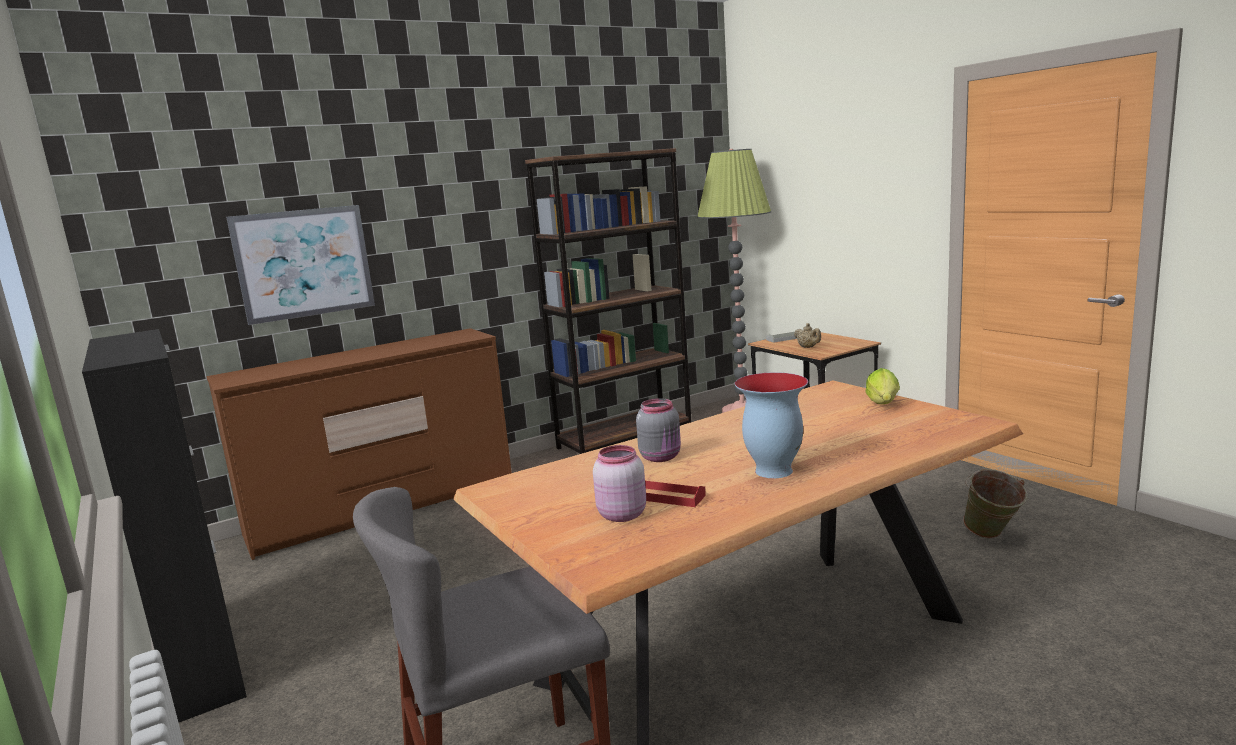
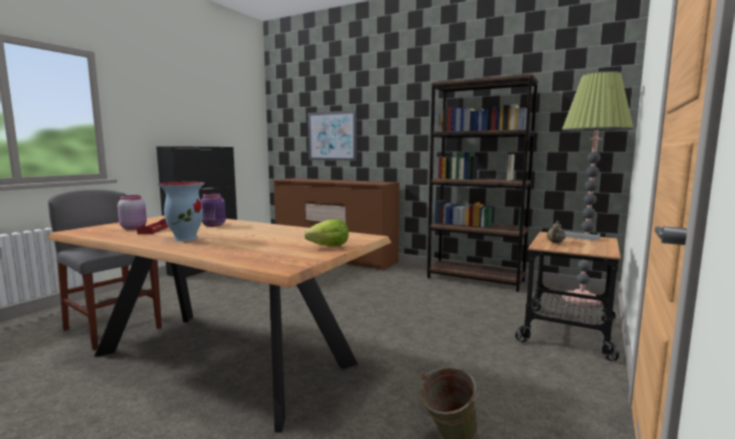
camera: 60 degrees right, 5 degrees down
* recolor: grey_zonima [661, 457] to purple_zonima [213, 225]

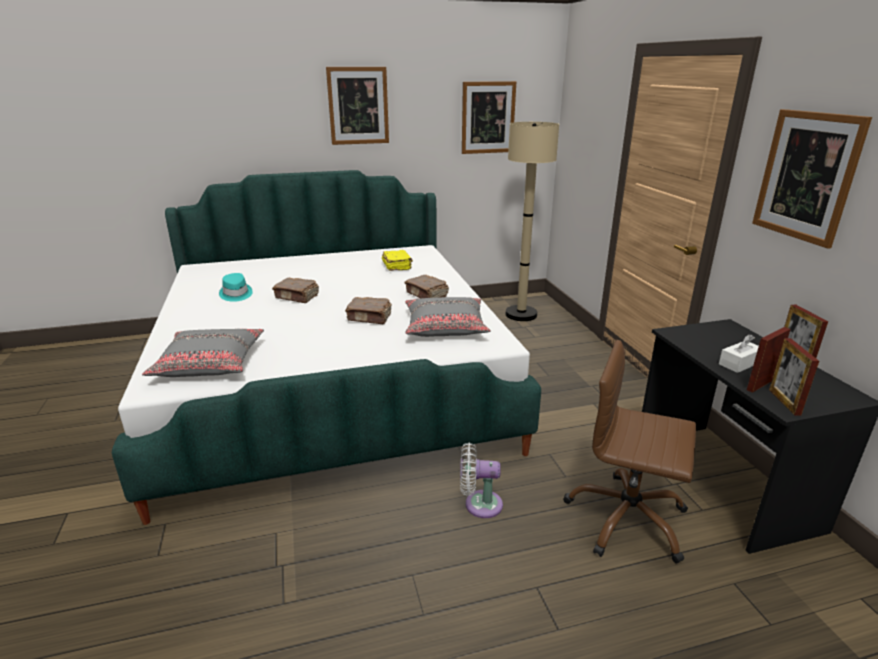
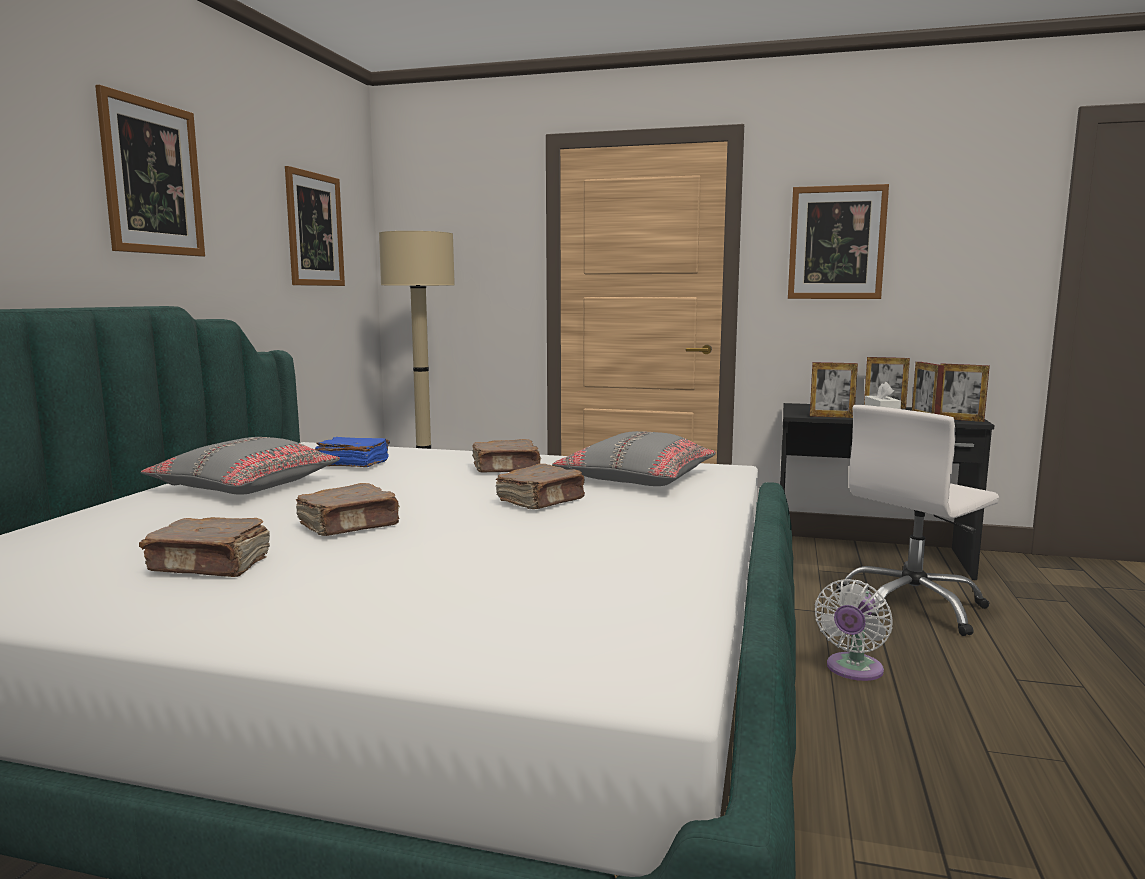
camera: 60 degrees left, 15 degrees down
* replace: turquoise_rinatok [236, 294] to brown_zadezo [210, 566]
* move: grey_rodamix [210, 363] to [246, 485]
* recolor: yellow_zadezo [397, 266] to blue_zadezo [352, 465]
* insert: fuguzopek [831, 416]
* recolor: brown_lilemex [626, 519] to white_lilemex [912, 607]

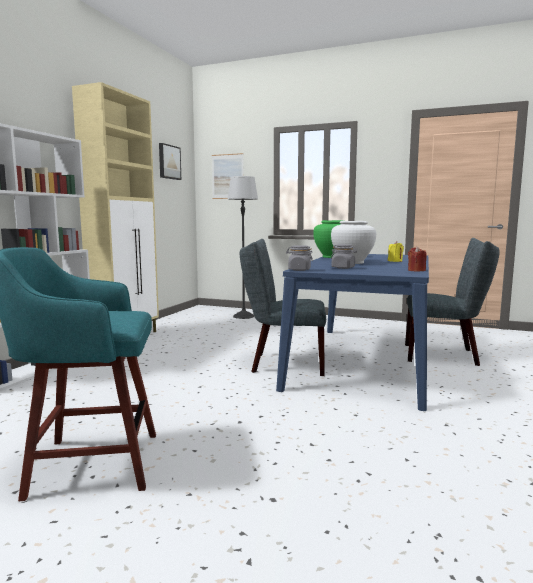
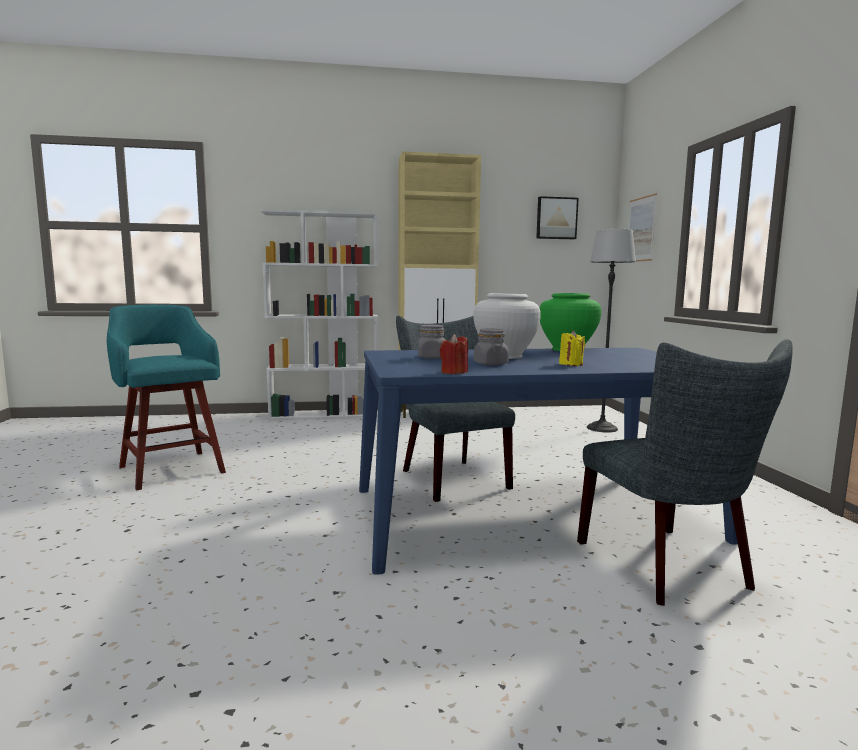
camera: 60 degrees right, 0 degrees up
* move: grey_zonima [299, 270] to [490, 364]

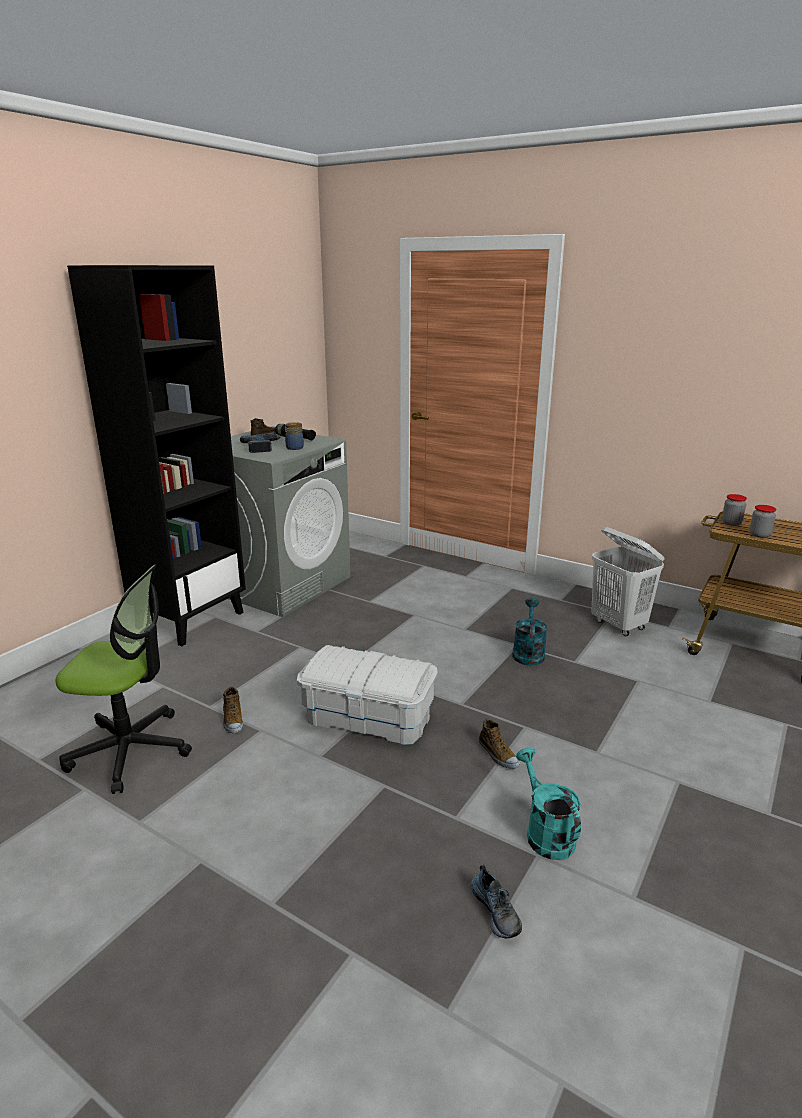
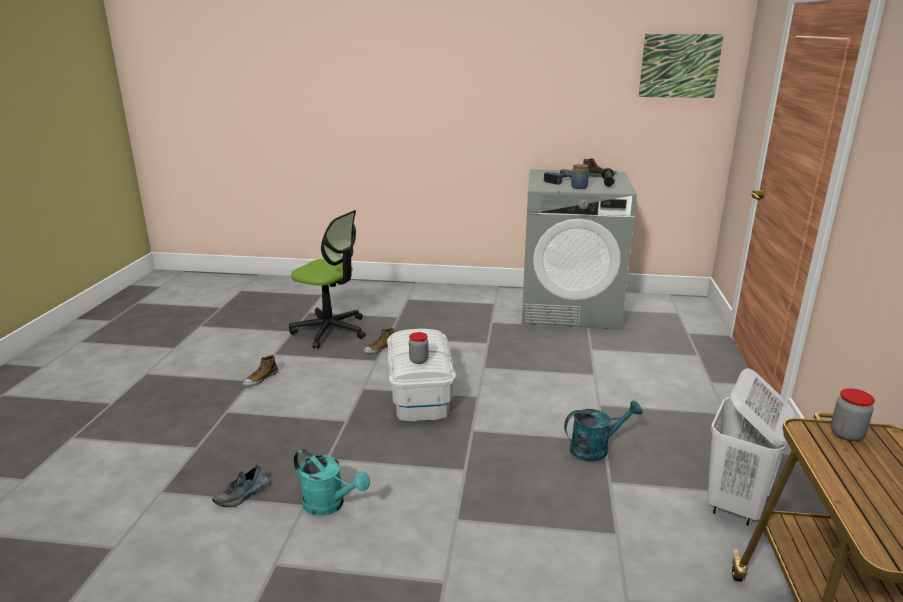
camera: 65 degrees right, 0 degrees up
* move: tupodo [497, 754] to [260, 379]
* rotate: lilemex [130, 750] = [330, 330] 45 degrees counterclockwise
* rotate: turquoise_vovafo [545, 832] = [330, 505] 75 degrees clockwise
* move: zonima [759, 535] to [418, 360]
* insert: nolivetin [679, 66]
* delete: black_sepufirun [190, 619]

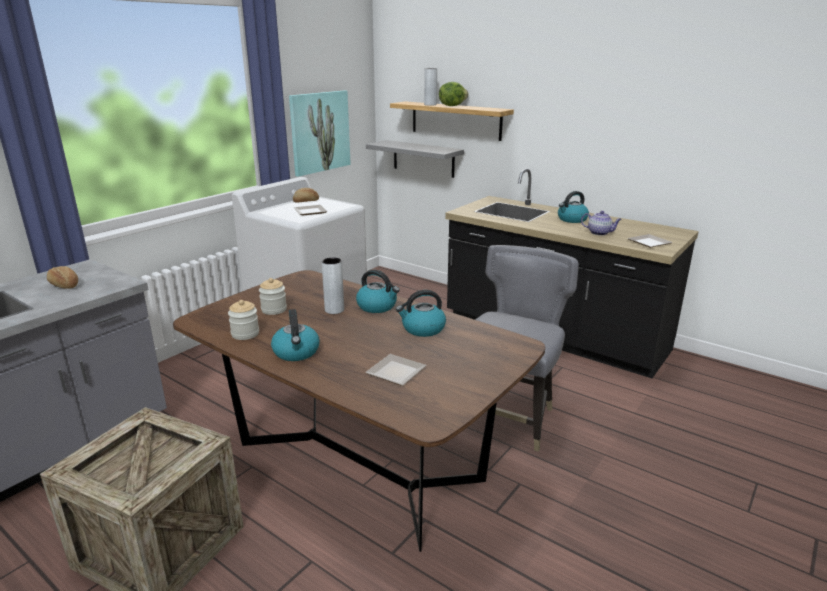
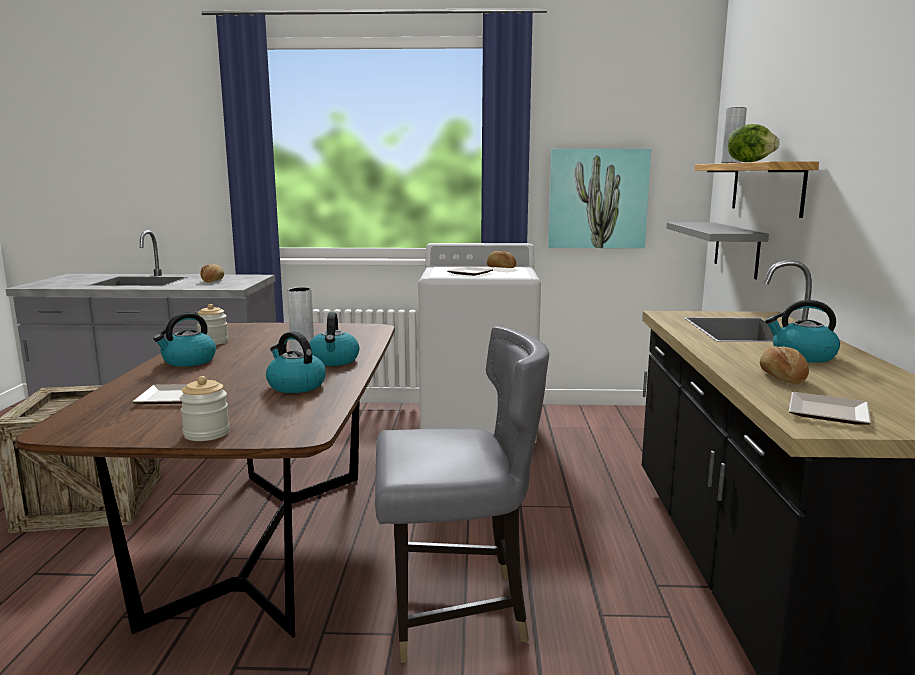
camera: 55 degrees right, 10 degrees down
* move: zonima [274, 310] to [206, 433]
* replace: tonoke [599, 233] to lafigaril [781, 378]

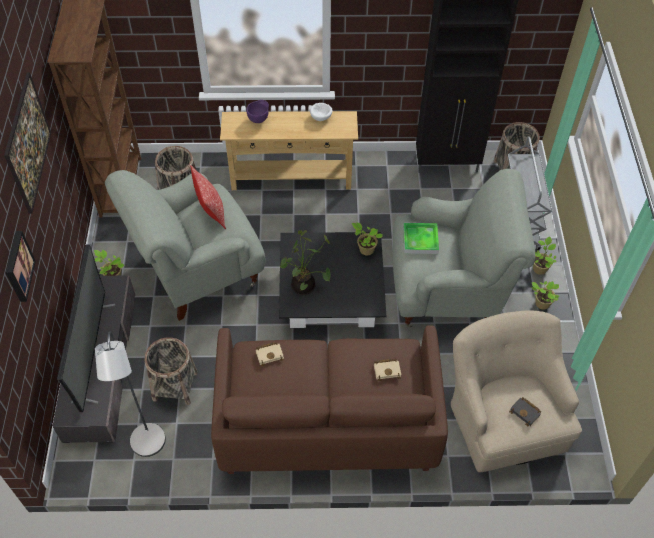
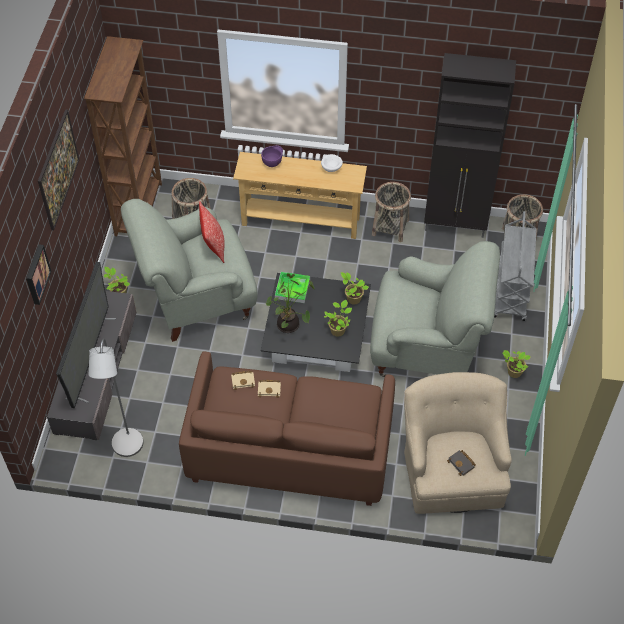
camera: 10 degrees right, 0 degrees up
* move: beige_zadezo [387, 370] to [270, 389]
* move: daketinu [420, 240] to [292, 289]
* move: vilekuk [539, 268] to [338, 330]
* move: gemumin [174, 386] to [390, 227]

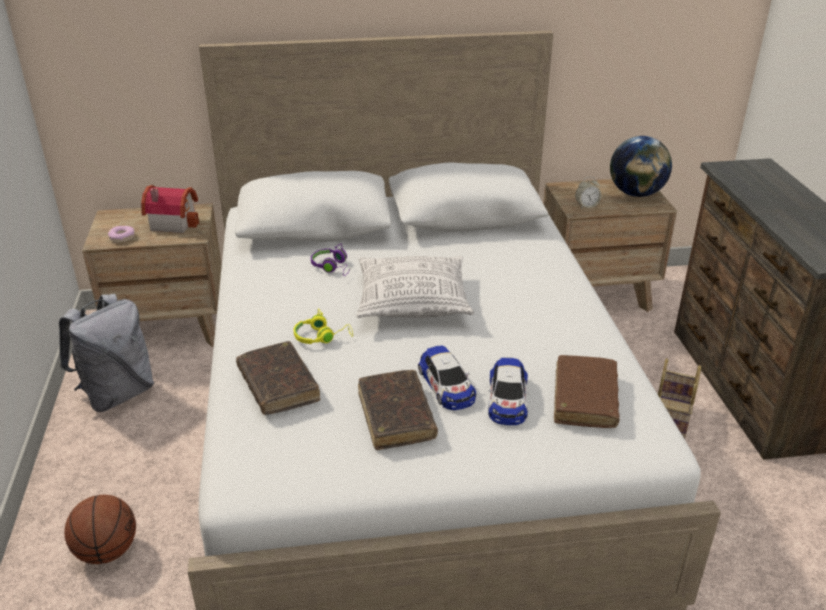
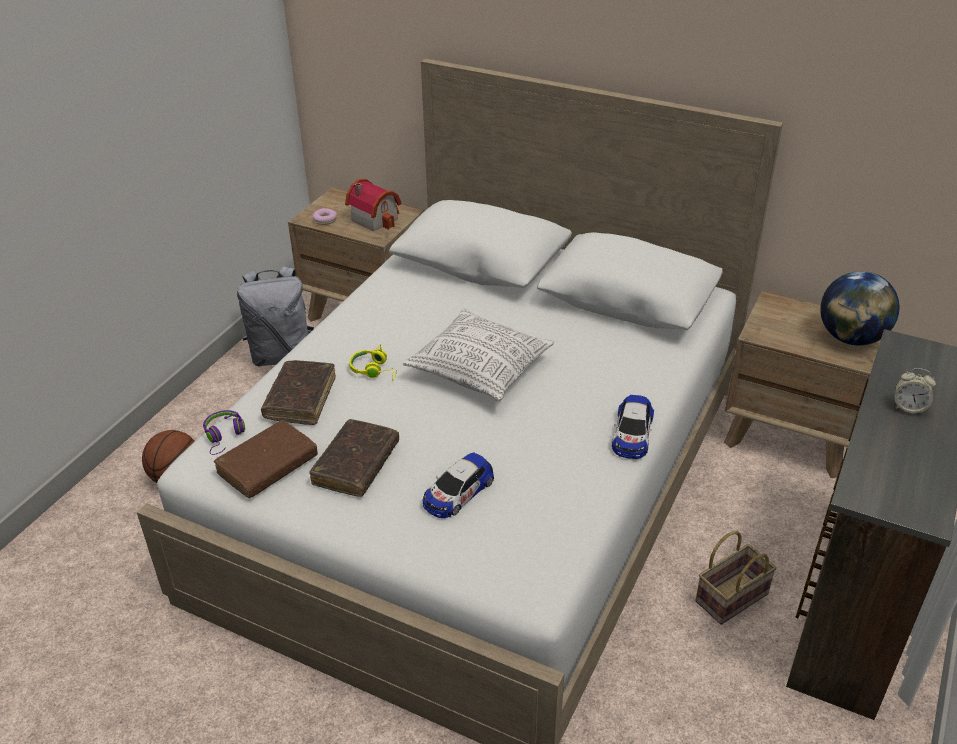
camera: 35 degrees right, 5 degrees up
* move: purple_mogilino [332, 267] to [224, 436]
* move: brown_zadezo [585, 399] to [268, 466]
* move: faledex [447, 385] to [632, 434]
* move: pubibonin [586, 206] to [909, 407]

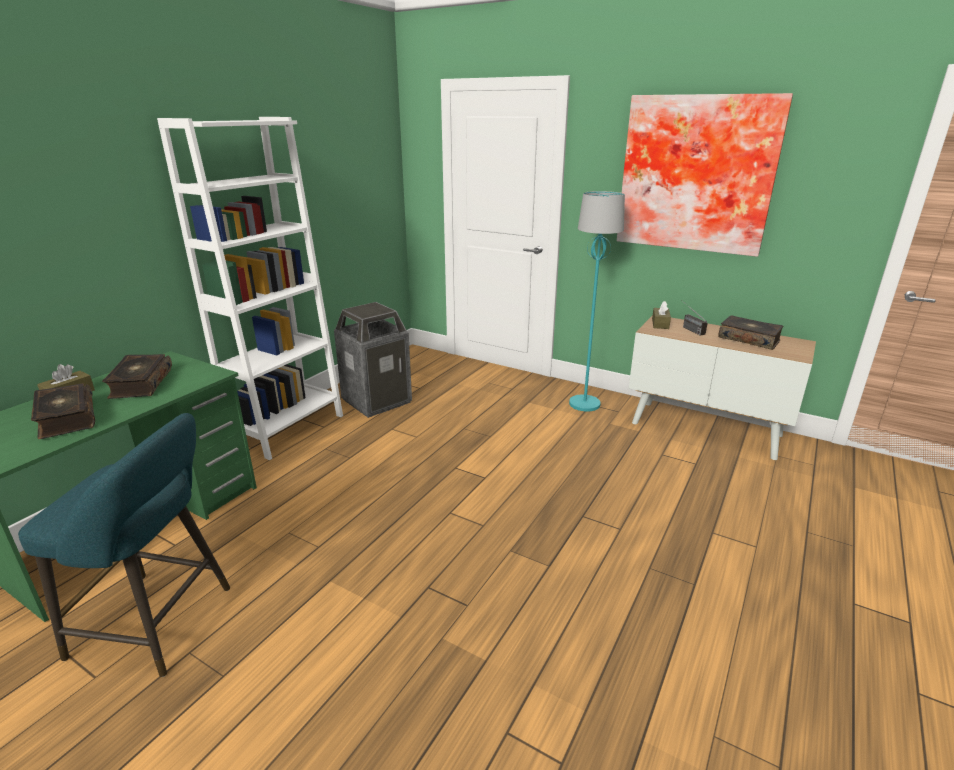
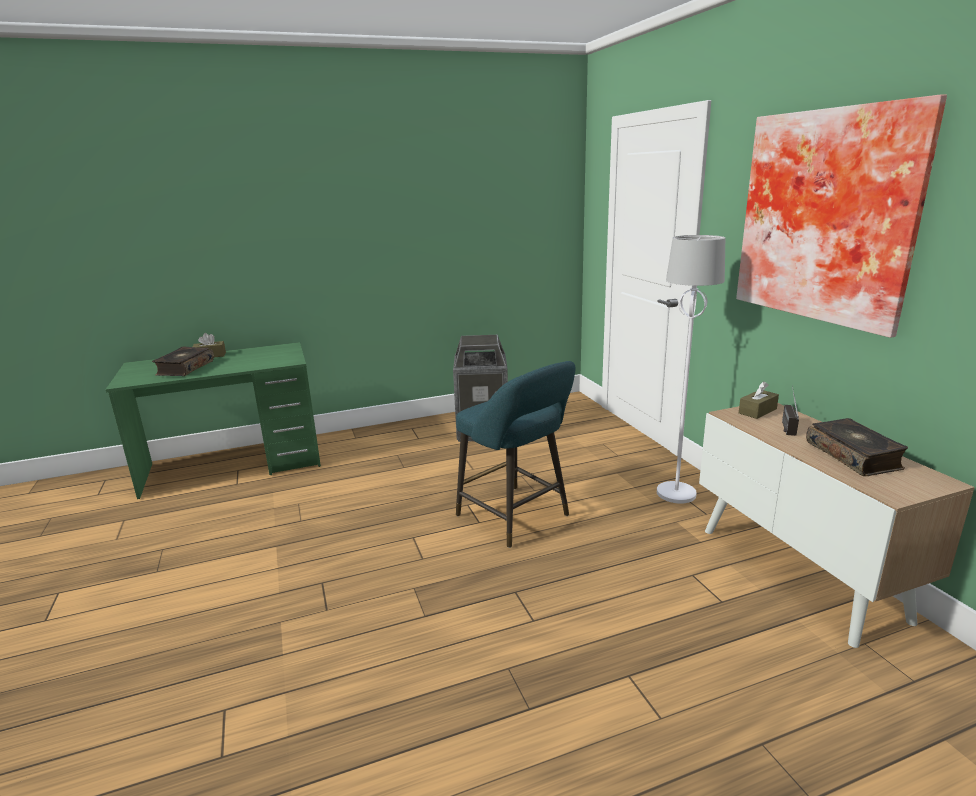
camera: 40 degrees right, 5 degrees down
* move: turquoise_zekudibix [160, 623] to [516, 518]
* recolor: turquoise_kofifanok [584, 404] to white_kofifanok [675, 493]
* delete: zadezo [140, 384]
* delete: white_sepufirun [288, 429]

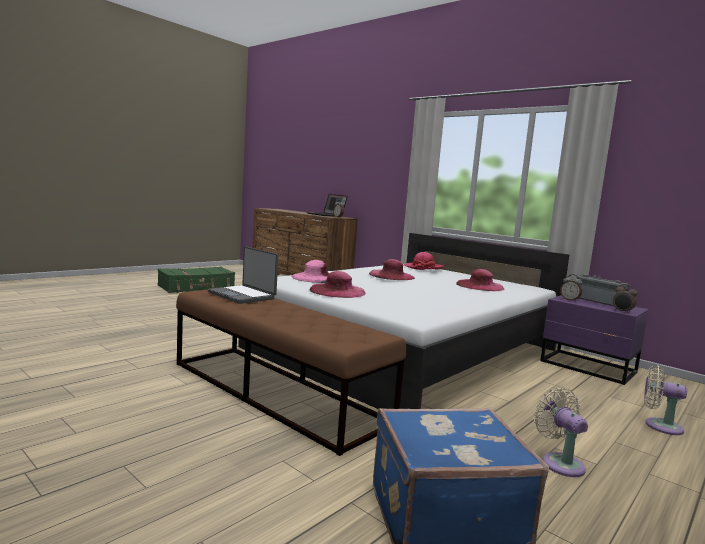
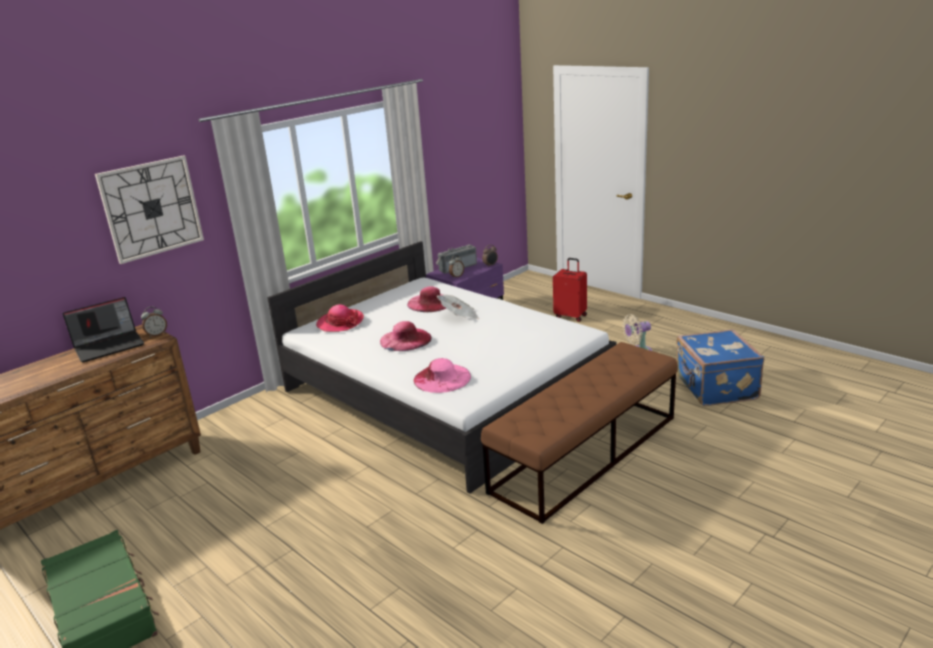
camera: 85 degrees left, 15 degrees up
* insert: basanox [151, 208]
* insert: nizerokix [459, 317]
* replace: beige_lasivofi [659, 425] to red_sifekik [571, 316]
* delete: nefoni [242, 295]
* delete: pink_rinatok [337, 291]

